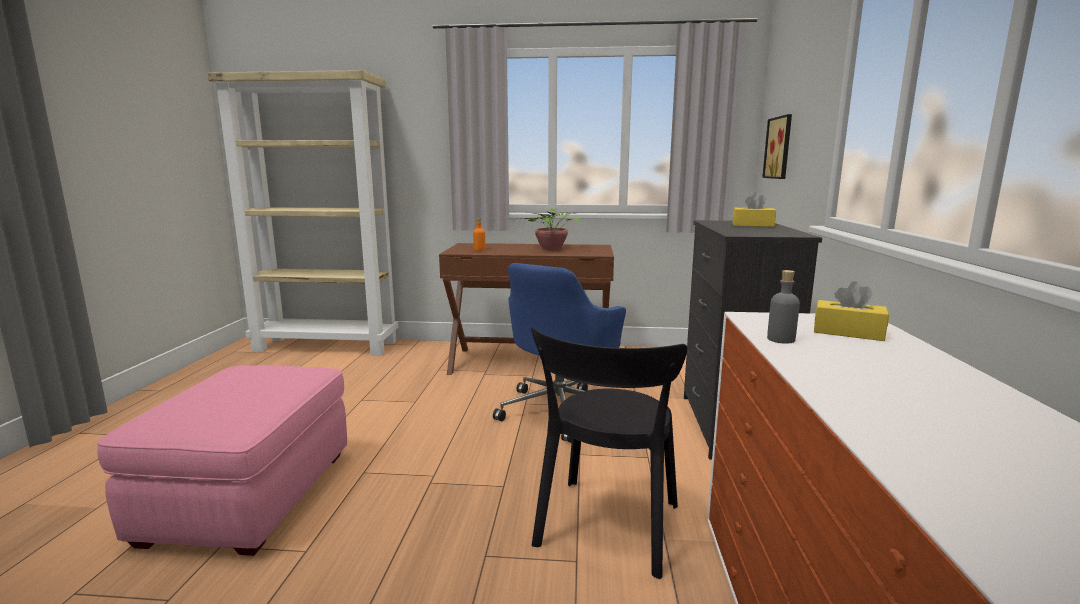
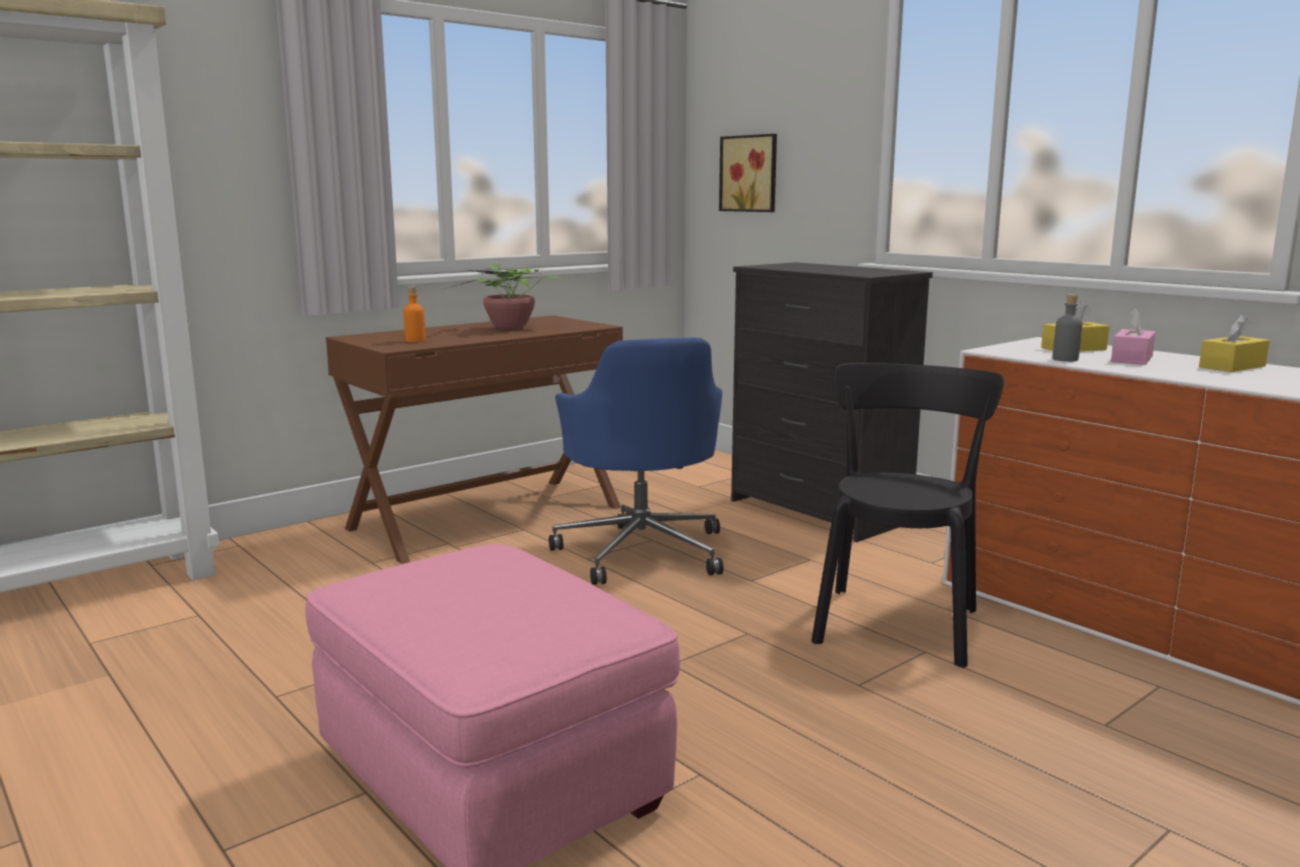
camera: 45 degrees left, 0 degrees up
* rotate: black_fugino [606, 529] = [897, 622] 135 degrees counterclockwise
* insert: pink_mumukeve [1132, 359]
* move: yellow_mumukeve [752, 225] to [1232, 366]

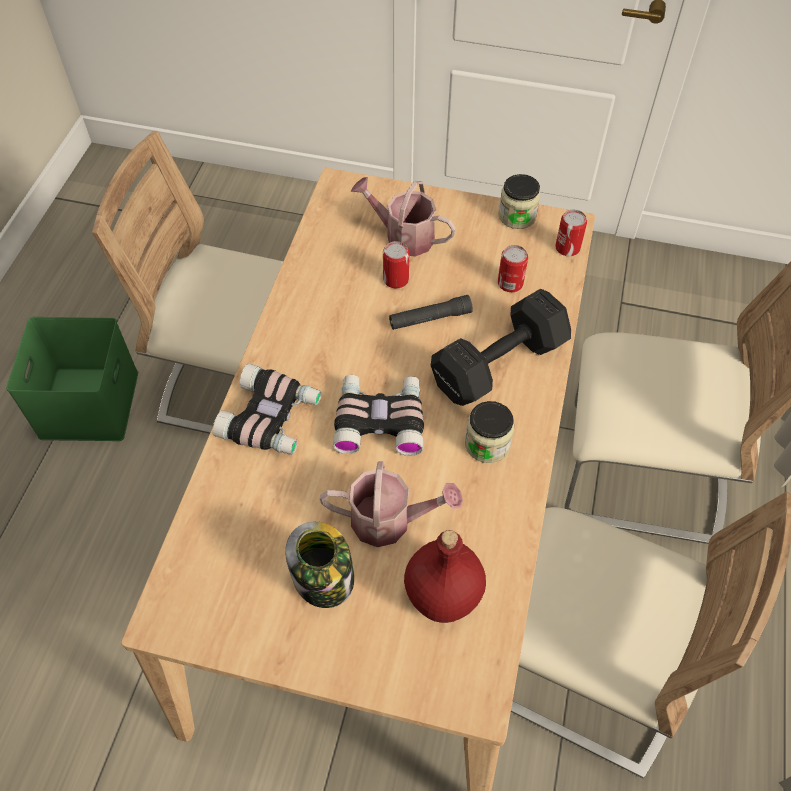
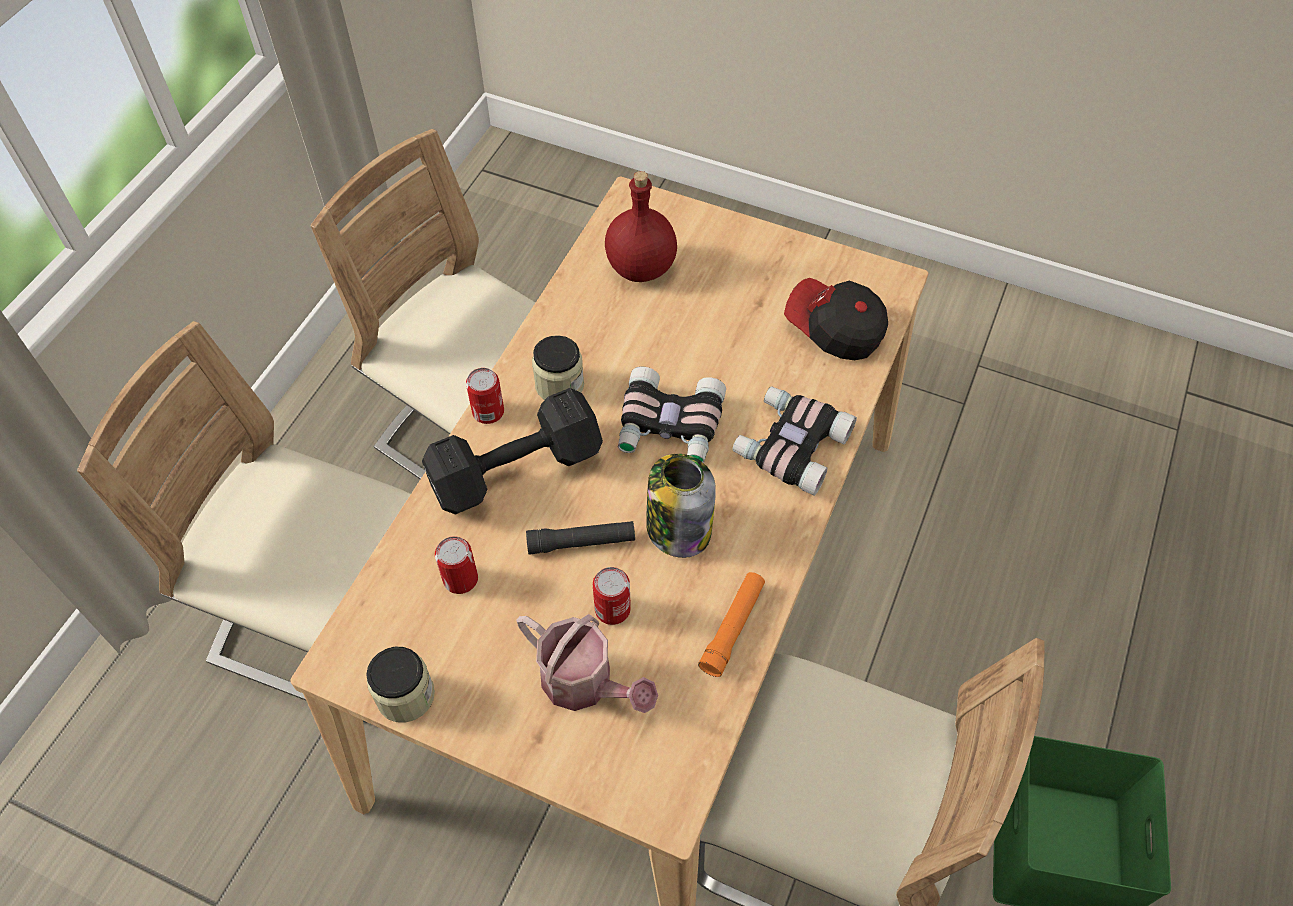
camera: 170 degrees left, 0 degrees up
* move: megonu [567, 248] to [488, 412]
* move: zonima [324, 579] to [677, 528]
* insert: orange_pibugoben [732, 627]
* insert: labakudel [834, 330]
* delete: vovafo [389, 520]

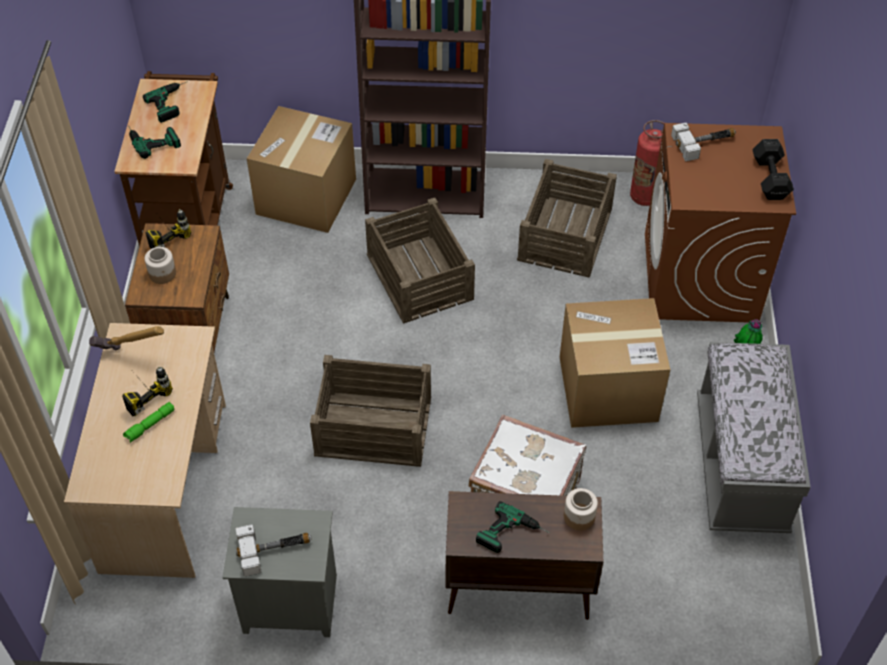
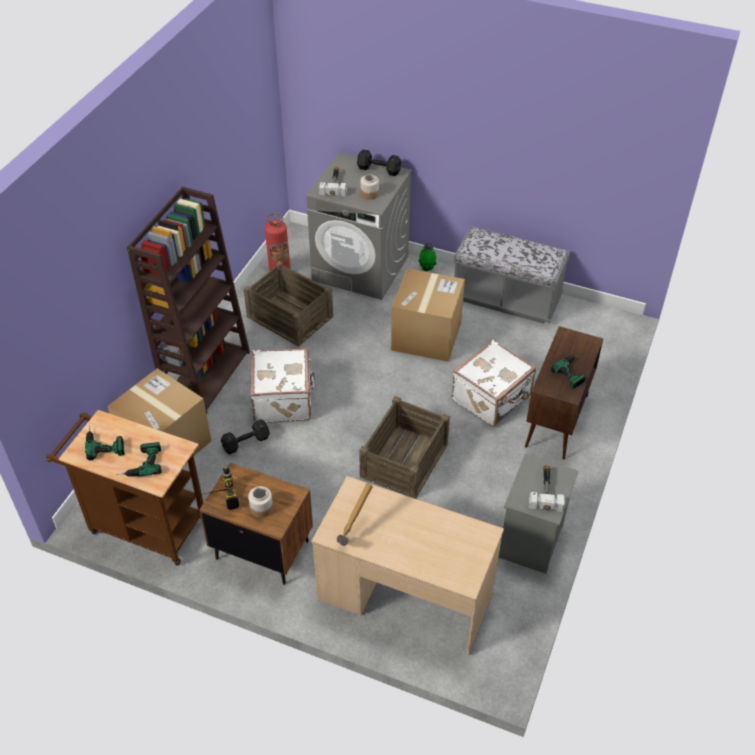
camera: 70 degrees left, 5 degrees down
* insert: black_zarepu [245, 443]
* replace: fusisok [420, 276] to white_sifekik [284, 399]
* recolor: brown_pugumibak [700, 278] to grey_pugumibak [361, 268]
* move: zonima [579, 516] to [369, 194]
* delete: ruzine [142, 391]
* delete: green_pibugoben [150, 425]

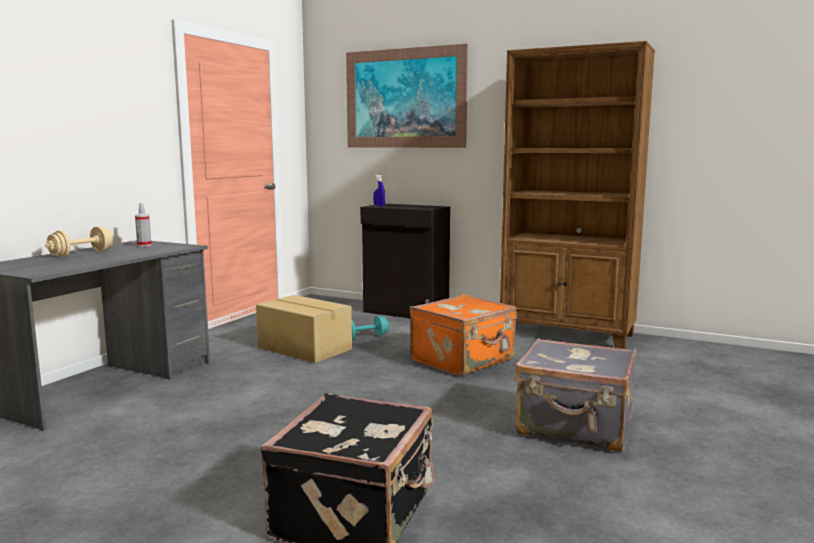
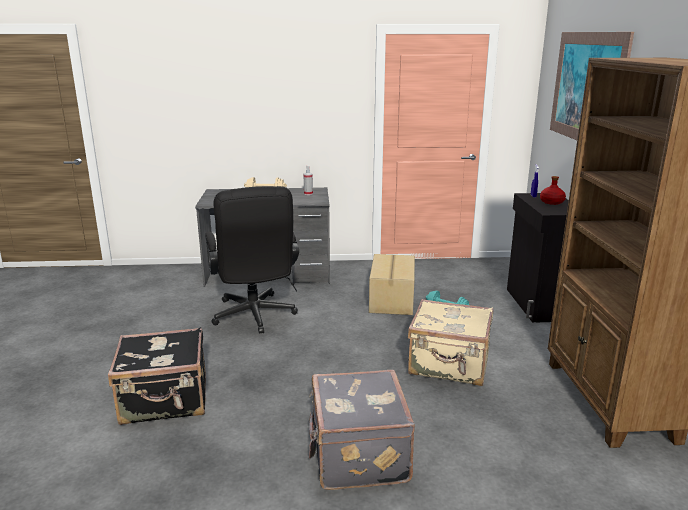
camera: 60 degrees right, 10 degrees up
* insert: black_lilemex [255, 317]
* recolor: orange_sifekik [464, 361] to beige_sifekik [449, 365]
* insert: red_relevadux [552, 202]

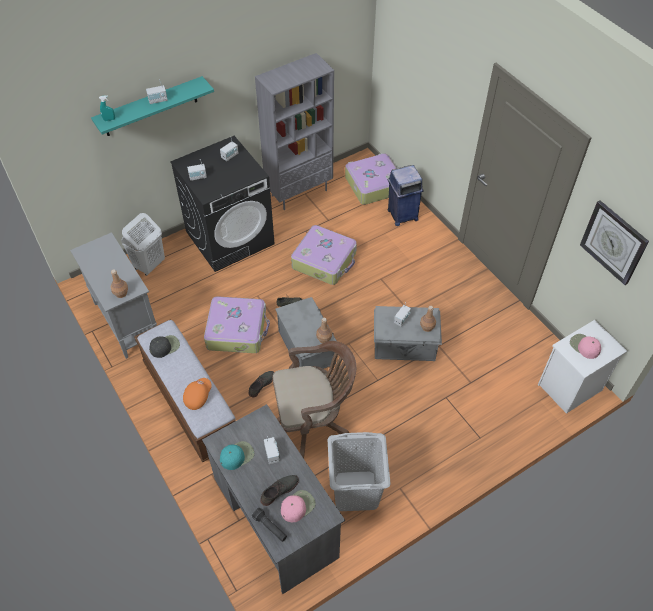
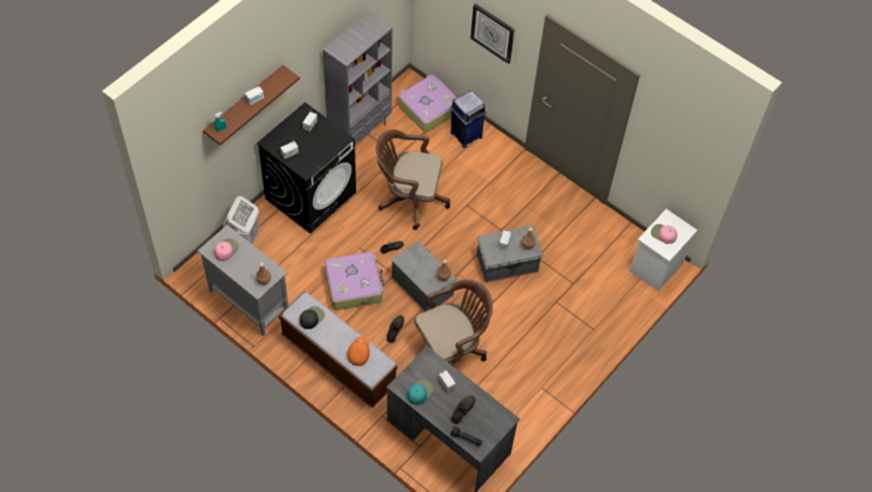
camera: 20 degrees left, 5 degrees up
* recolor: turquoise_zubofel [150, 107] to brown_zubofel [244, 104]
* move: pink_labakudel [297, 506] to [226, 250]
* replace: sifekik [325, 260] to brown_lilemex [409, 198]
* move: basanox [614, 242] to [493, 33]
* delete: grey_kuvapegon [356, 490]

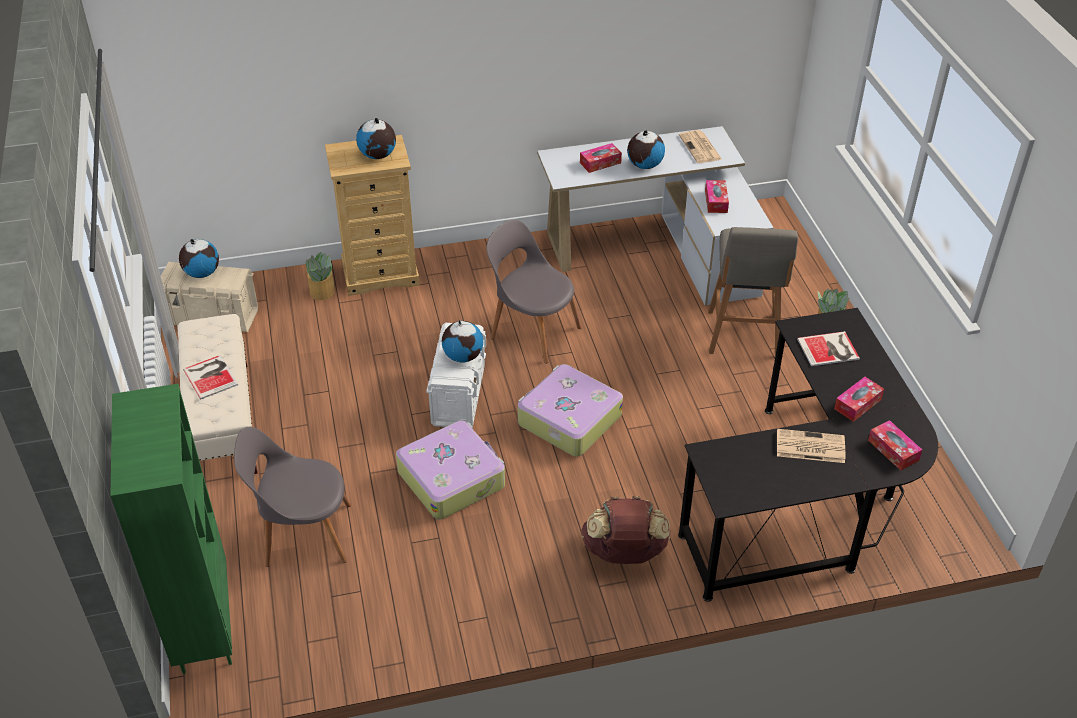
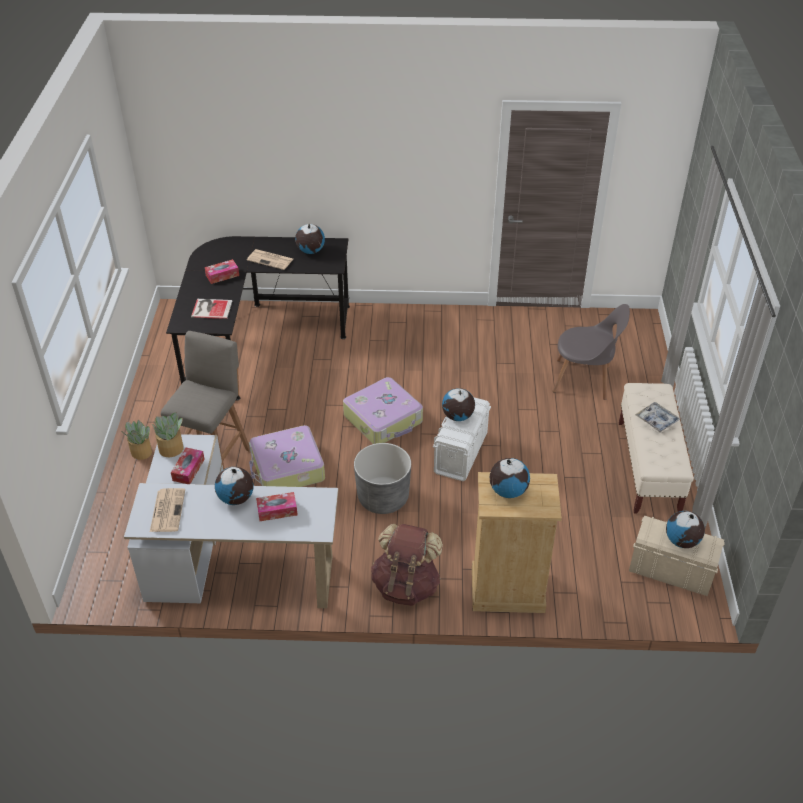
camera: 165 degrees left, 0 degrees up
* move: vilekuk [321, 292] to [171, 449]
* move: sifekik [452, 478] to [287, 468]
* insert: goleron [310, 251]
* replace: grey_fugino [532, 331] to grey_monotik [383, 497]
* move: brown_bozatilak [624, 553] to [406, 585]
* replace: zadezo [211, 376] to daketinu [656, 420]
* delete: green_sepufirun [203, 627]
* delete: mumukeve [893, 450]

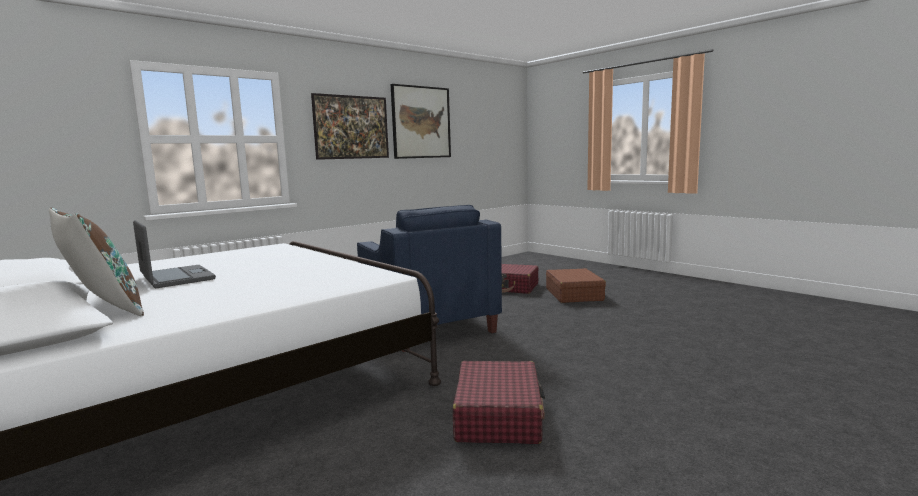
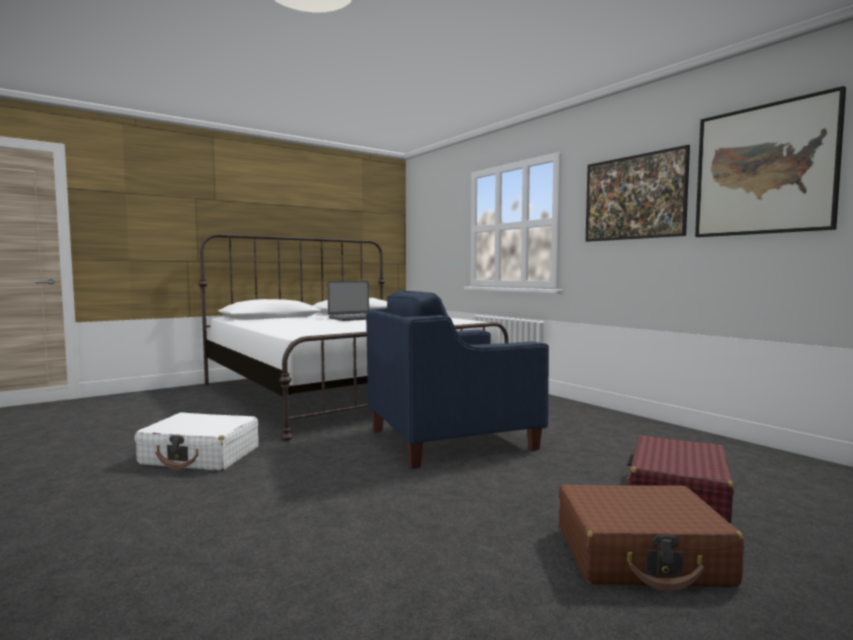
camera: 95 degrees right, 5 degrees down
* recolor: red_sifekik [498, 416] to white_sifekik [200, 456]
* delete: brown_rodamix [103, 310]

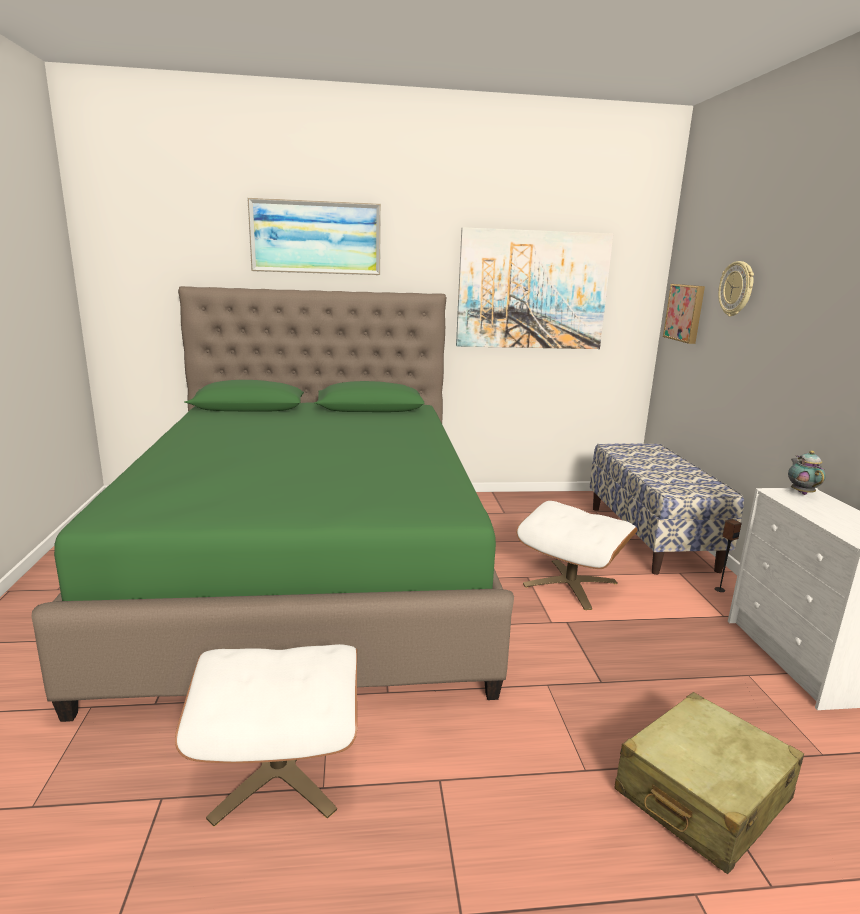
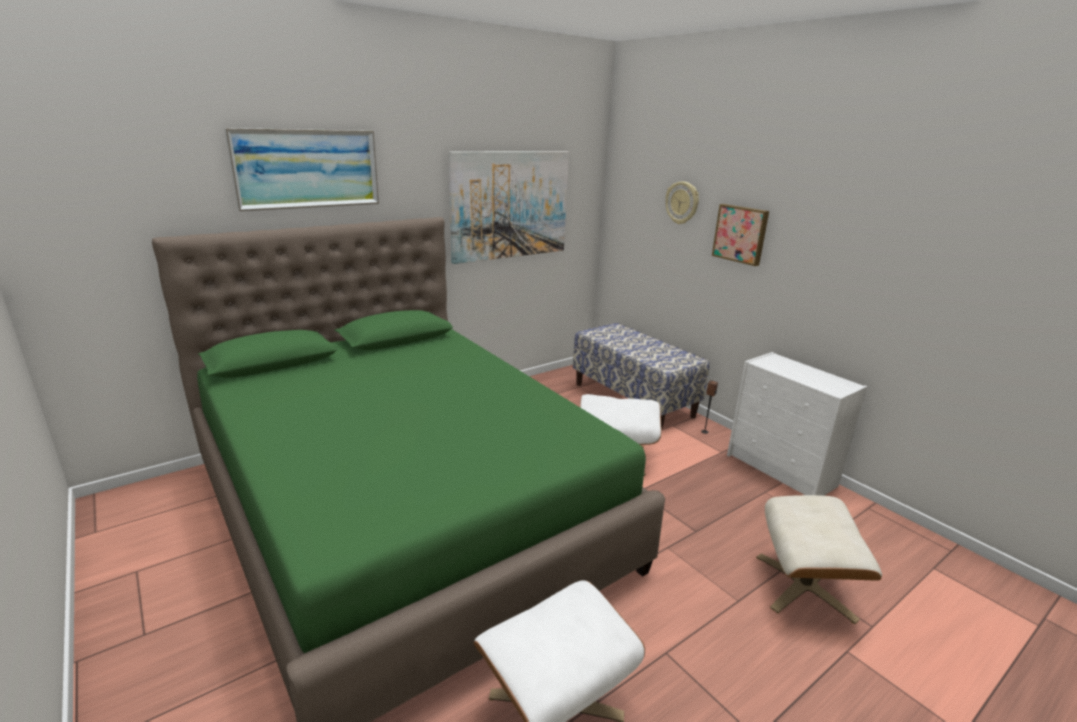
camera: 30 degrees left, 5 degrees up
* move: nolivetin [685, 313] to [741, 234]
* replace: beige_sifekik [702, 796] to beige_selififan [805, 587]
* delete: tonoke [801, 492]

